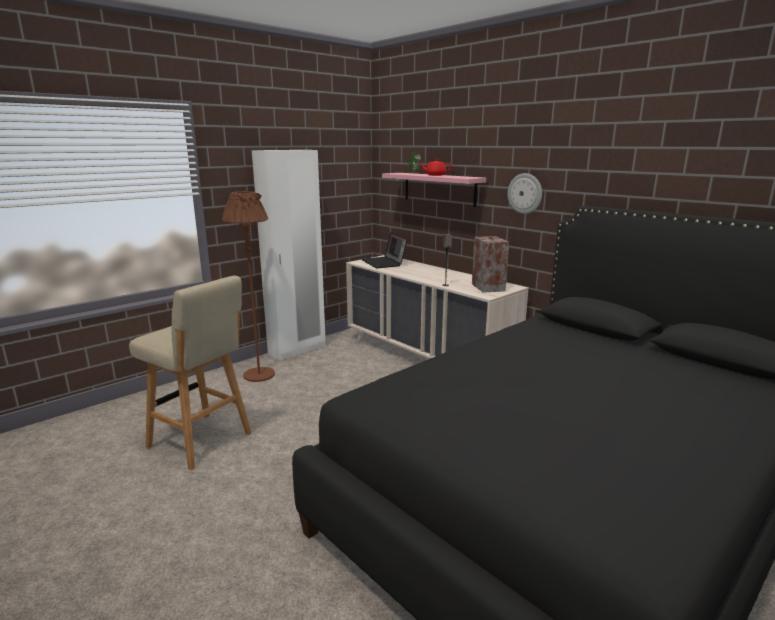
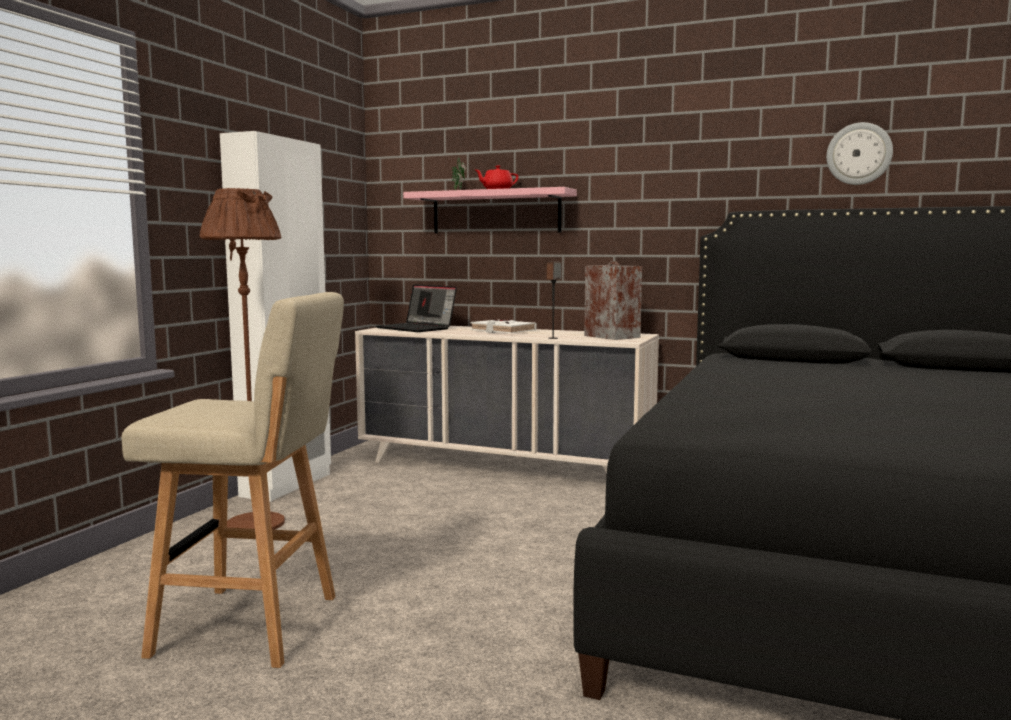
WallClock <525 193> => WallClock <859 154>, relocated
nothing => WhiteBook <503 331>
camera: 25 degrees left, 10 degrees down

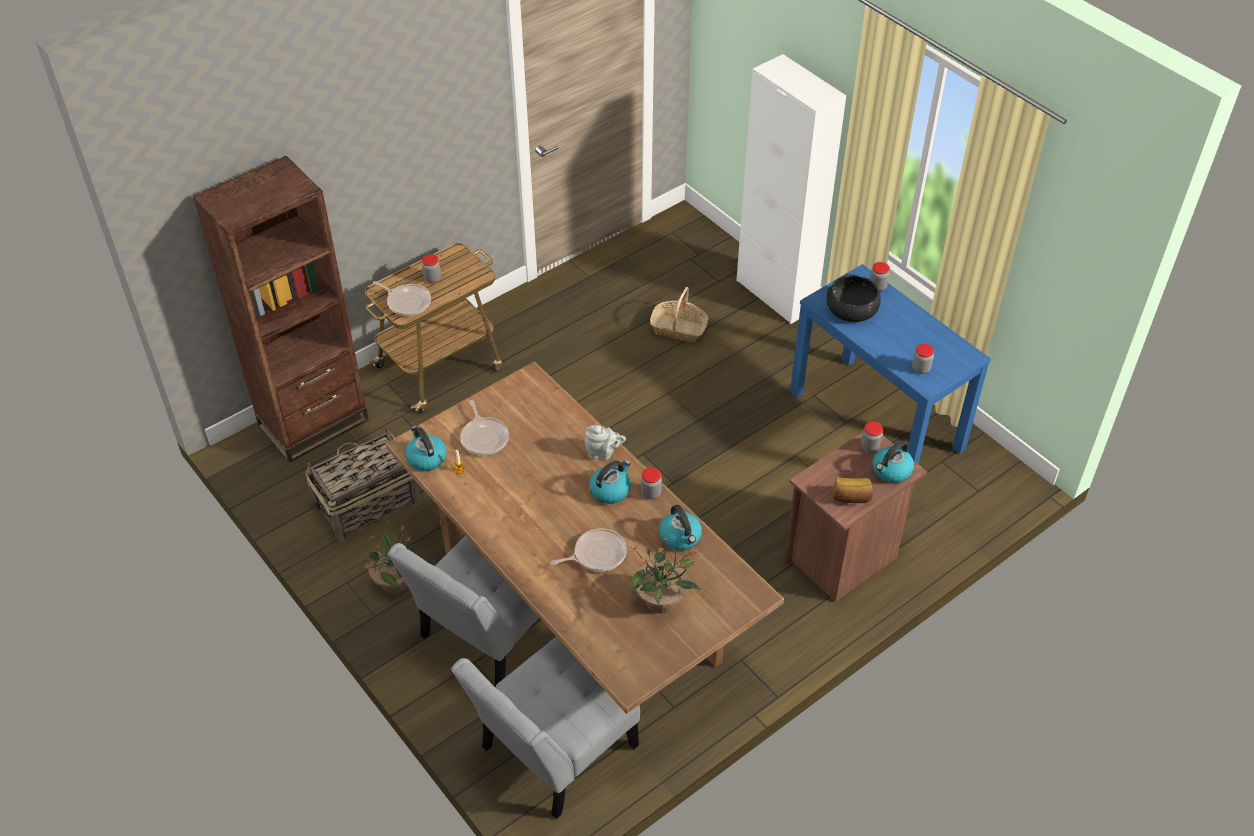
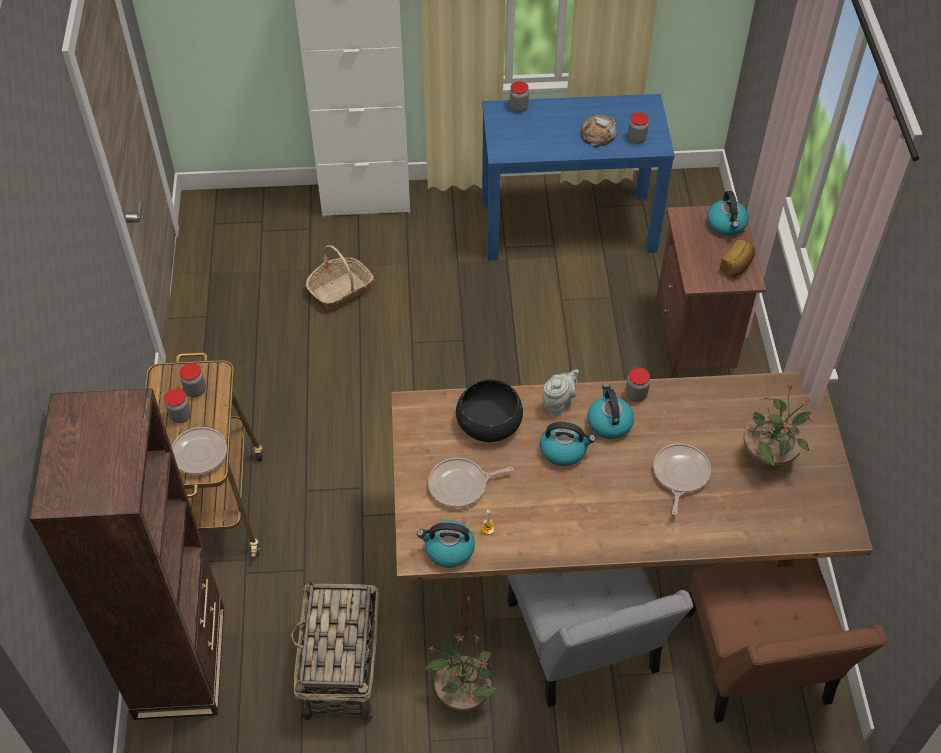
BlackBowl <851 309> => BlackBowl <489 421>, relocated
FryingPan <484 437> => FryingPan <461 485>, 150 degrees clockwise
Jar <870 447> => Jar <195 390>, relocated
Kettle <680 537> => Kettle <564 450>, relocated
GreyChair <552 752> => BrownChair <757 666>
nothing => Bread <598 134>
camera: 55 degrees left, 5 degrees up

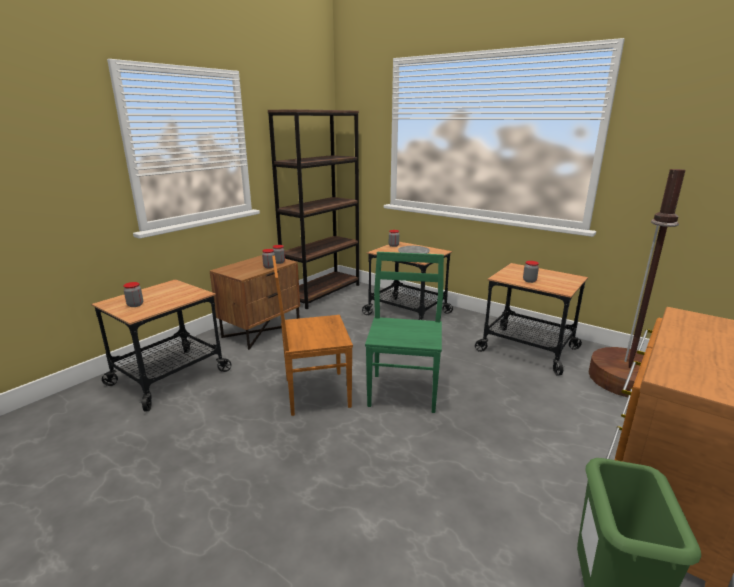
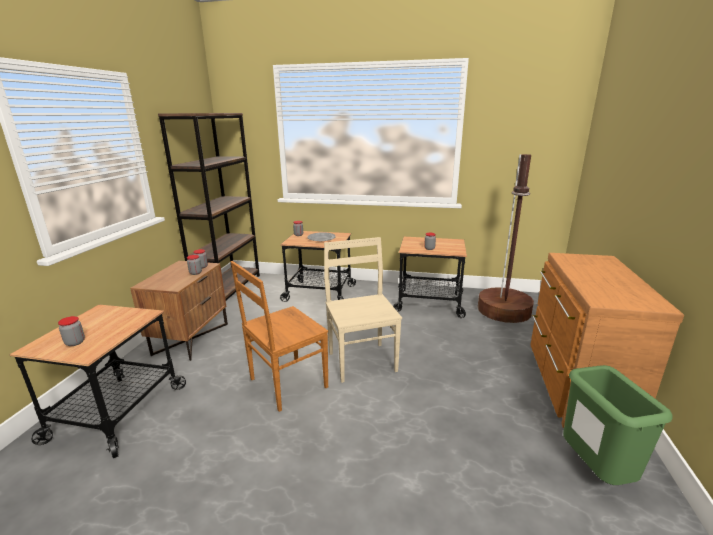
GreenChair <403 391> => BeigeChair <361 360>
camera: 25 degrees left, 0 degrees up

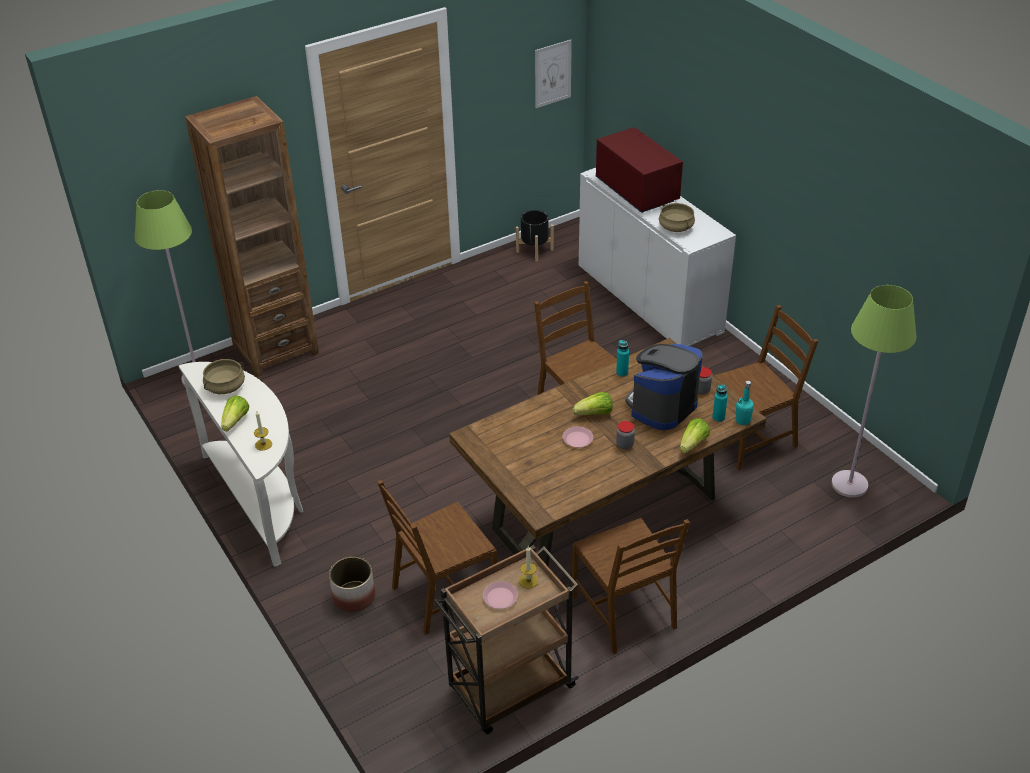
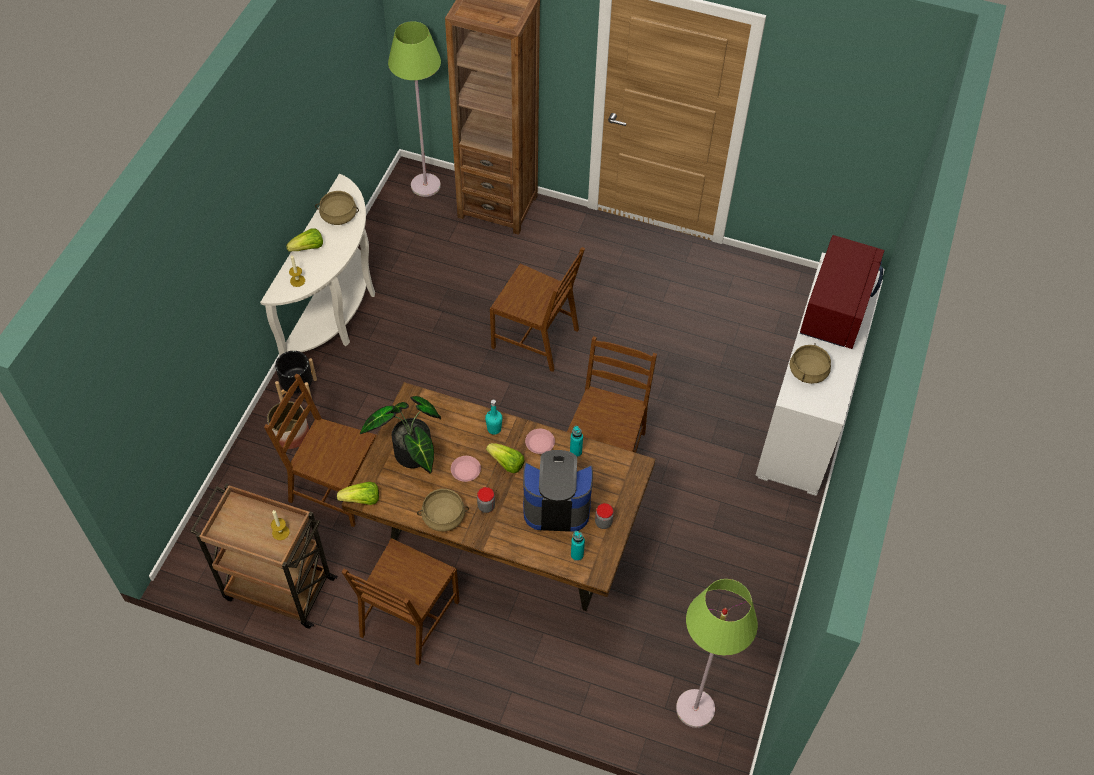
Picture <552 73> => nothing
BlackPlanter <534 250> => BlackPlanter <298 390>, relocated
BrownChair <750 438> => BrownChair <536 338>, relocated
TurquoiseBottle <742 421> => TurquoiseBottle <494 429>, relocated
Lettuce <693 444> => Lettuce <362 500>, relocated
PinkPlate <500 597> => PinkPlate <540 443>, relocated
nothing => PottedPlant <412 457>
nothing => BeigeCookingPot <443 517>
camera: 50 degrees right, 15 degrees up

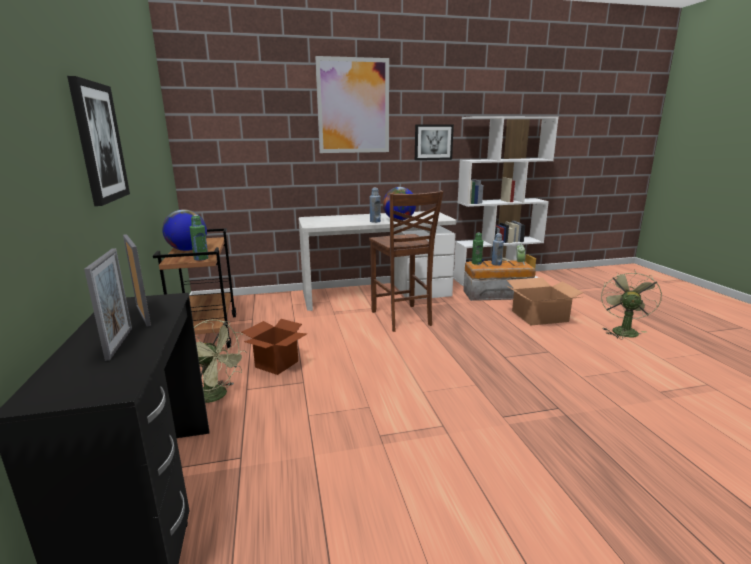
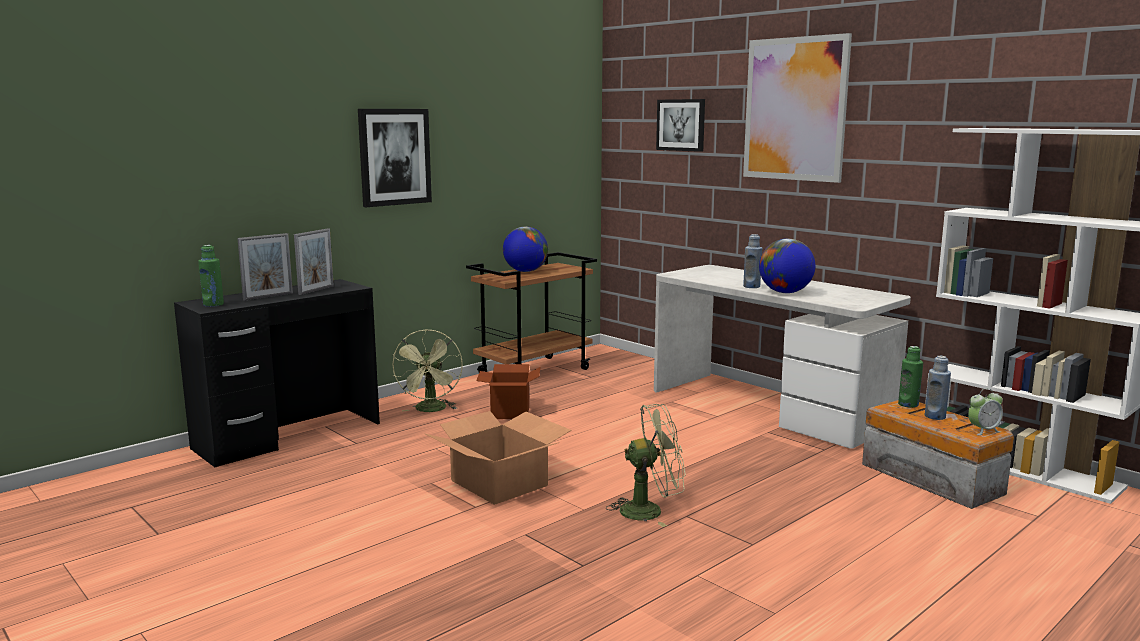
Picture <433 142> => Picture <681 125>, relocated
BrownChair <402 319> => nothing
GreenBottle <201 258> => GreenBottle <213 304>, relocated
GreenFan <623 330> => GreenFan <650 510>, relocated
CardboardBox <539 316> => CardboardBox <499 482>, relocated
camera: 60 degrees right, 5 degrees down

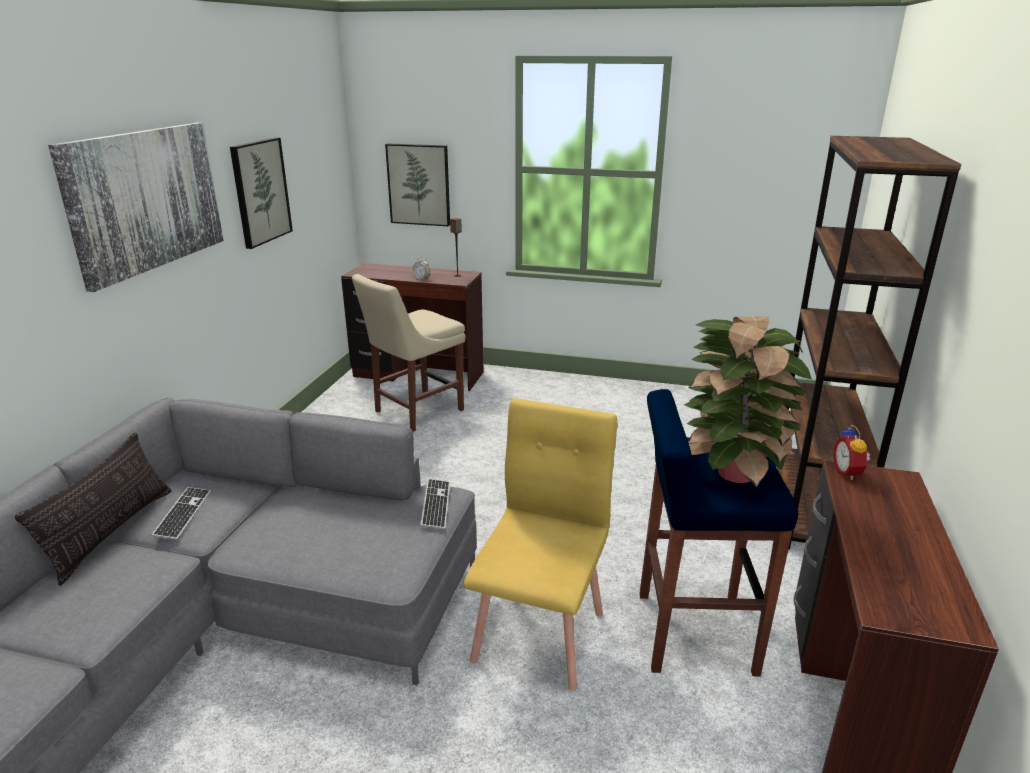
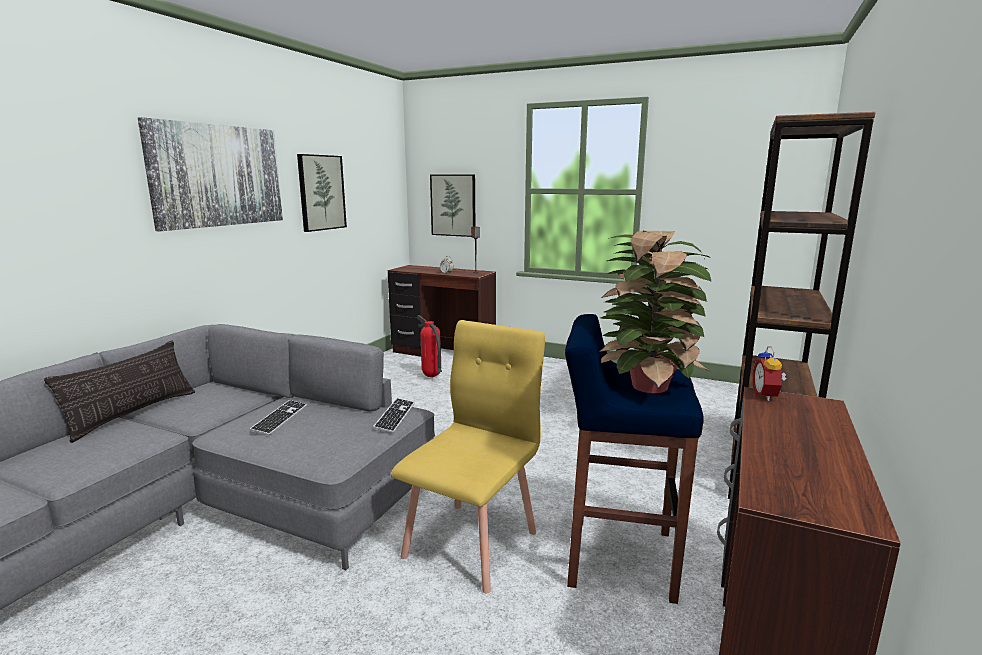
BeigeChair <415 412> => FireExtinguisher <431 376>
Keyboard <183 514> => Keyboard <280 418>, relocated
camera: 10 degrees right, 10 degrees down

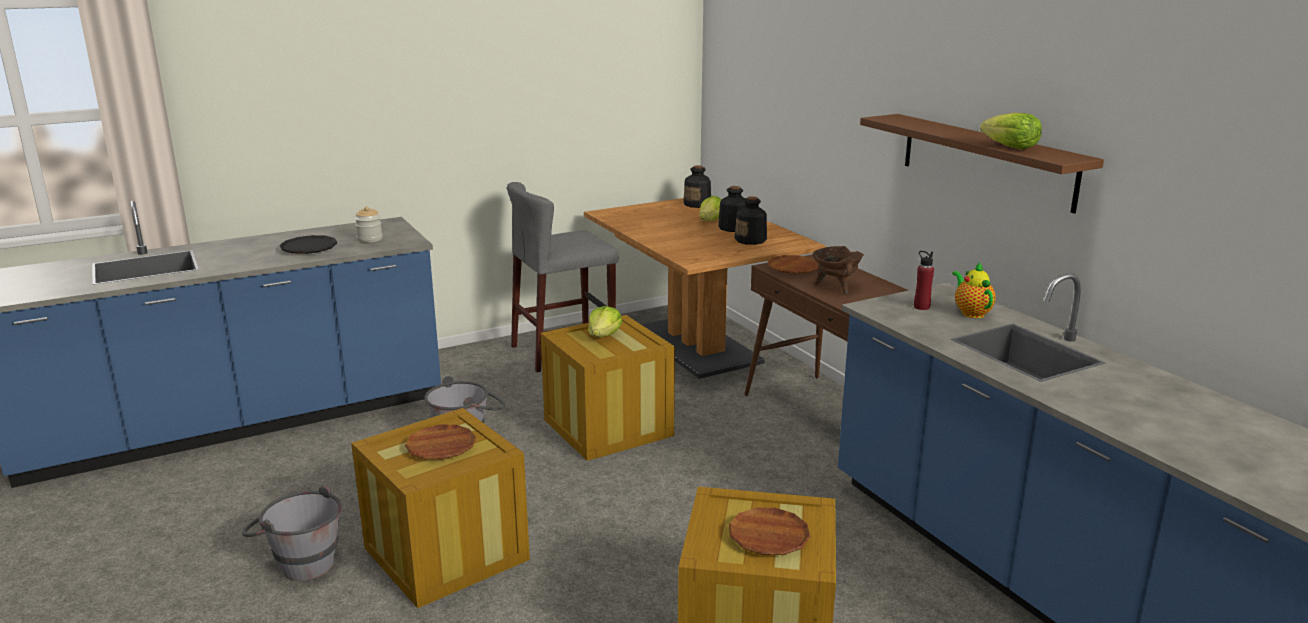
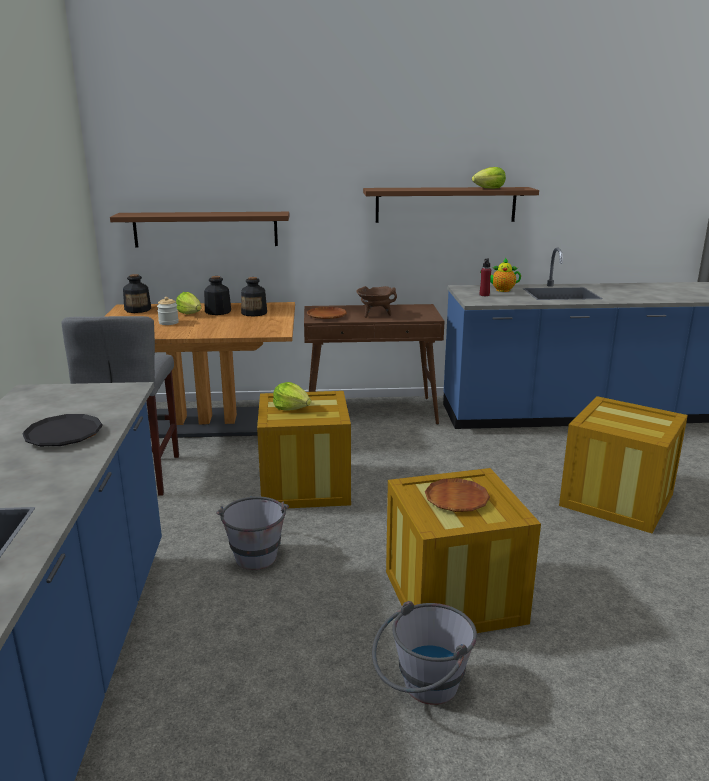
Jar <370 239> => Jar <168 322>, relocated
BrownPlate <768 537> => nothing
nothing => BrownShelf <205 229>
camera: 65 degrees left, 0 degrees up

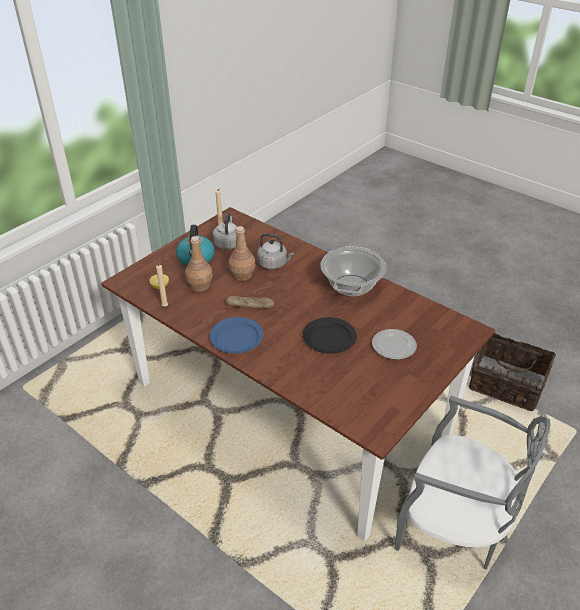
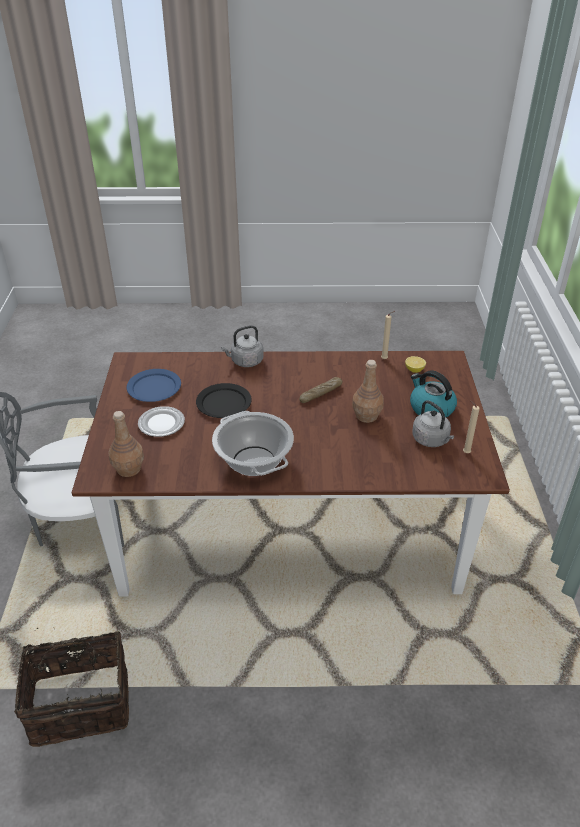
GreyKettle <274 264> => GreyKettle <245 361>, relocated
BrownBottle <200 286> => BrownBottle <128 468>, relocated
BluePlate <236 337> => BluePlate <154 387>, relocated
camera: 140 degrees right, 0 degrees up

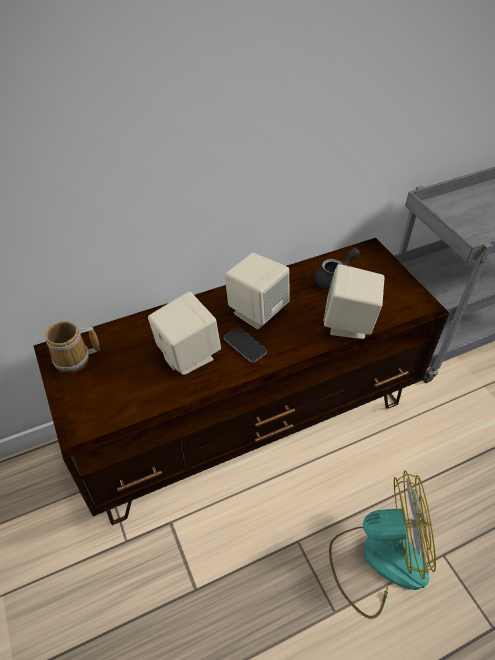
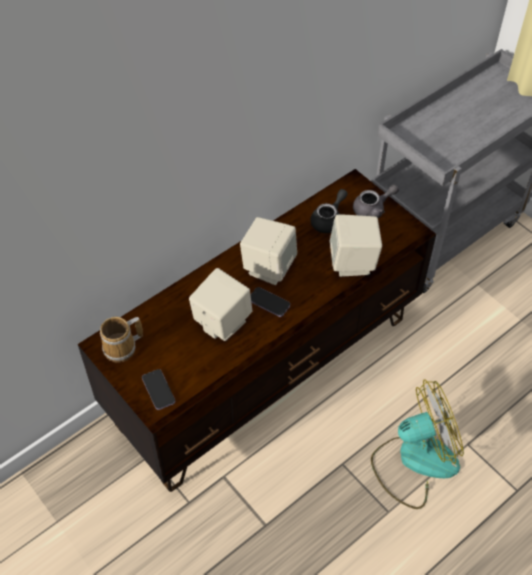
nothing => GreyTeapot <373 209>
nothing => Phone <158 390>
camera: 15 degrees left, 5 degrees up

